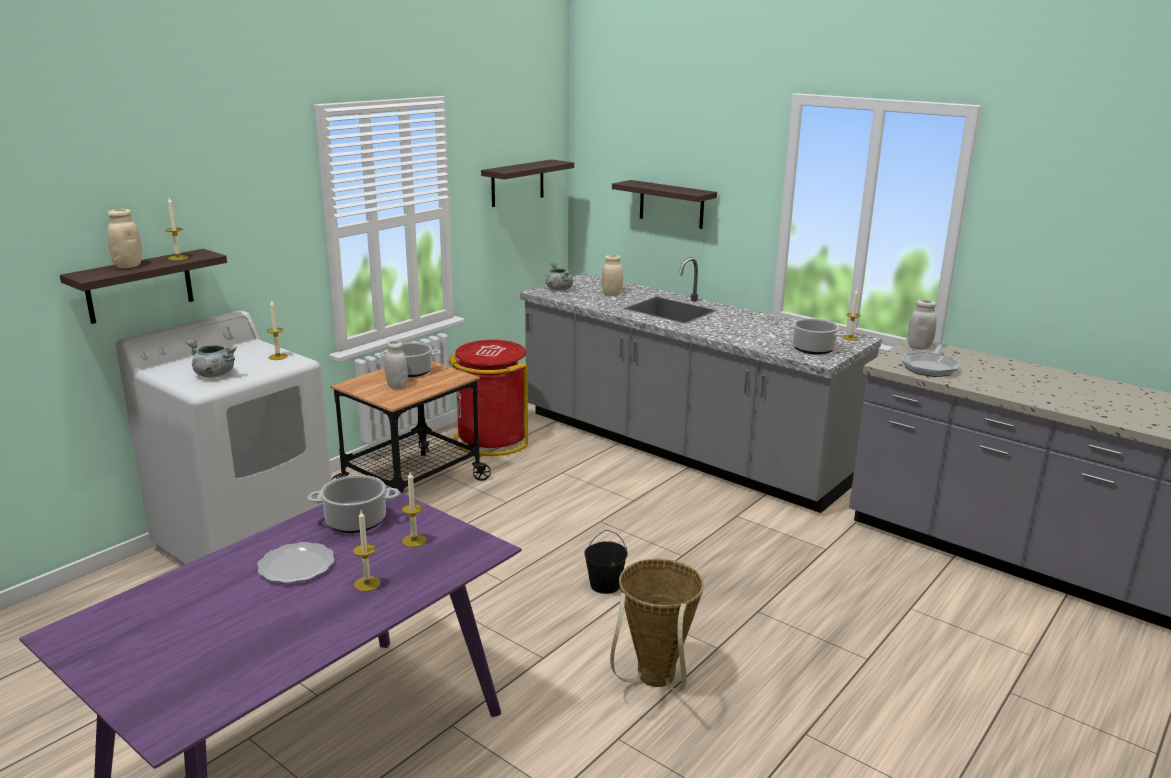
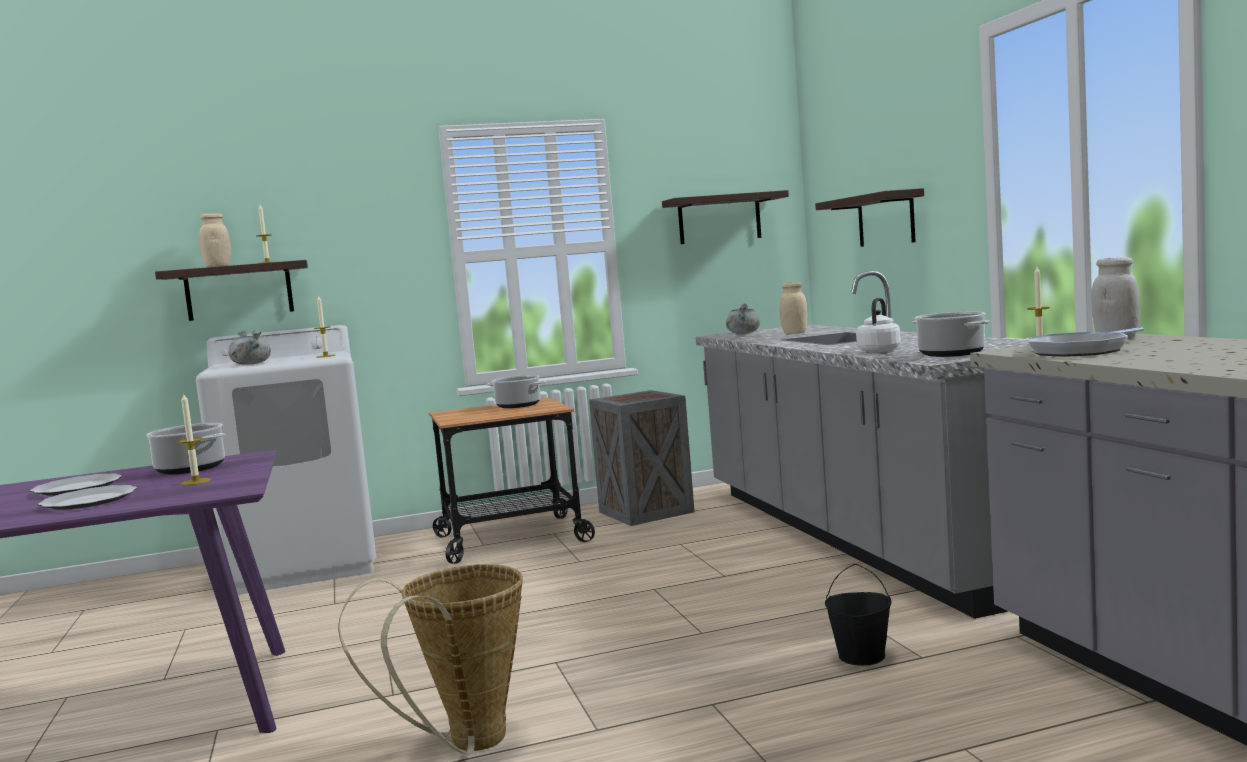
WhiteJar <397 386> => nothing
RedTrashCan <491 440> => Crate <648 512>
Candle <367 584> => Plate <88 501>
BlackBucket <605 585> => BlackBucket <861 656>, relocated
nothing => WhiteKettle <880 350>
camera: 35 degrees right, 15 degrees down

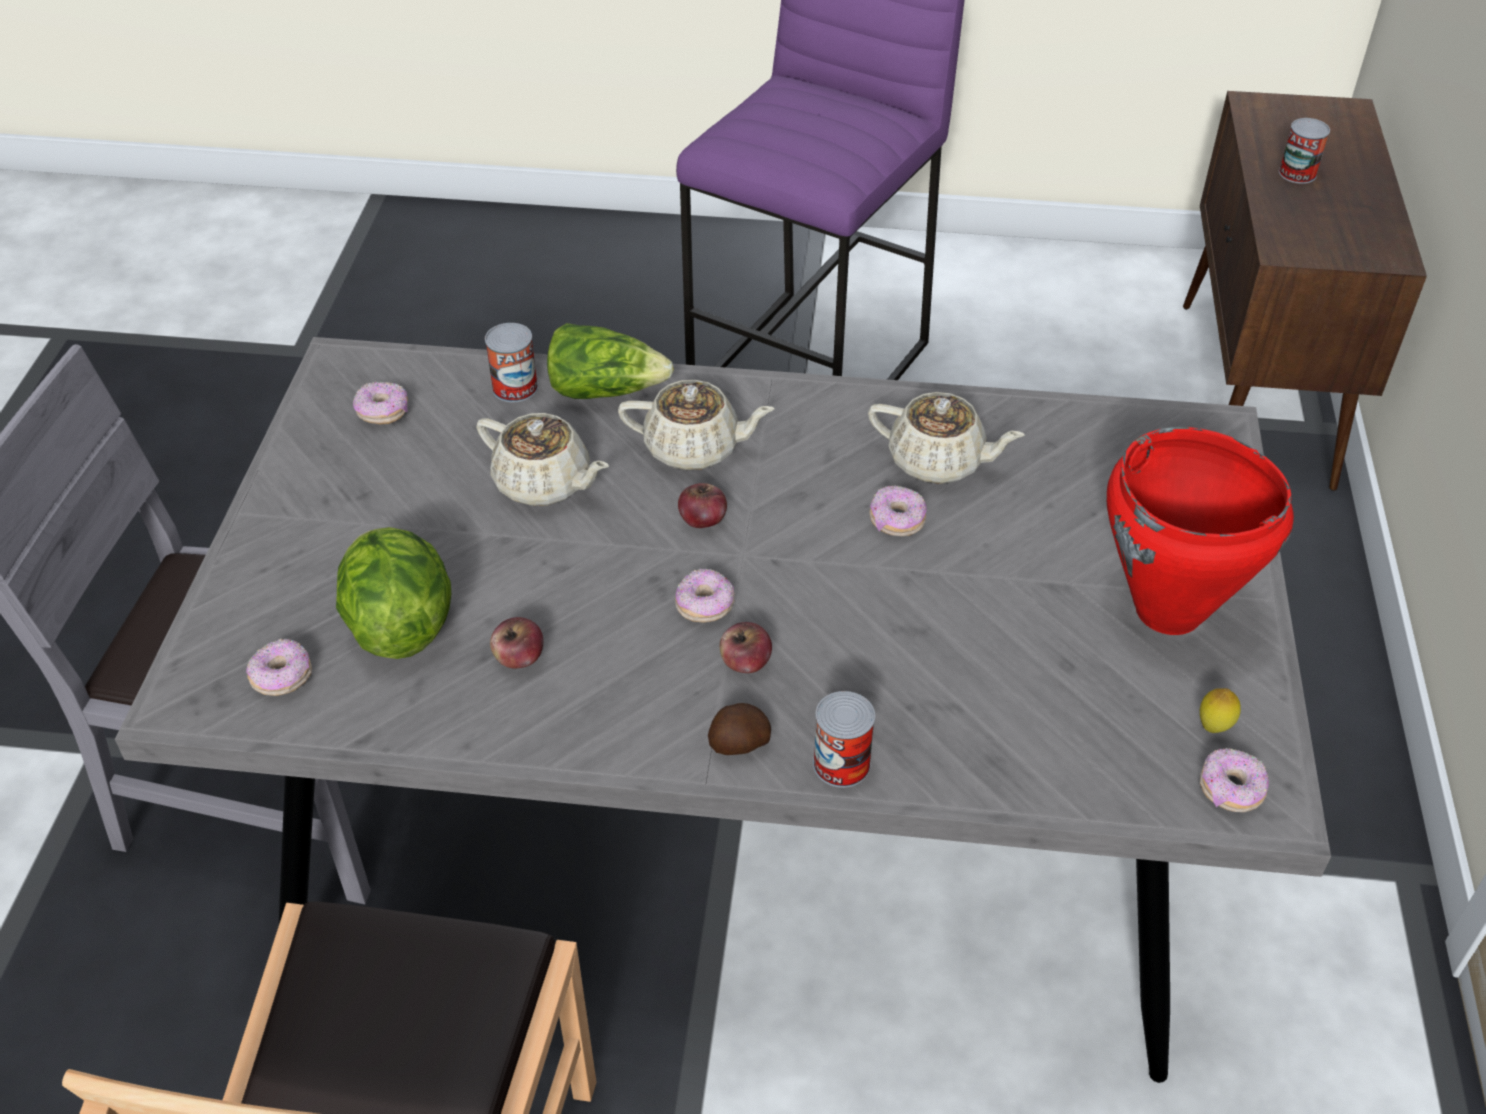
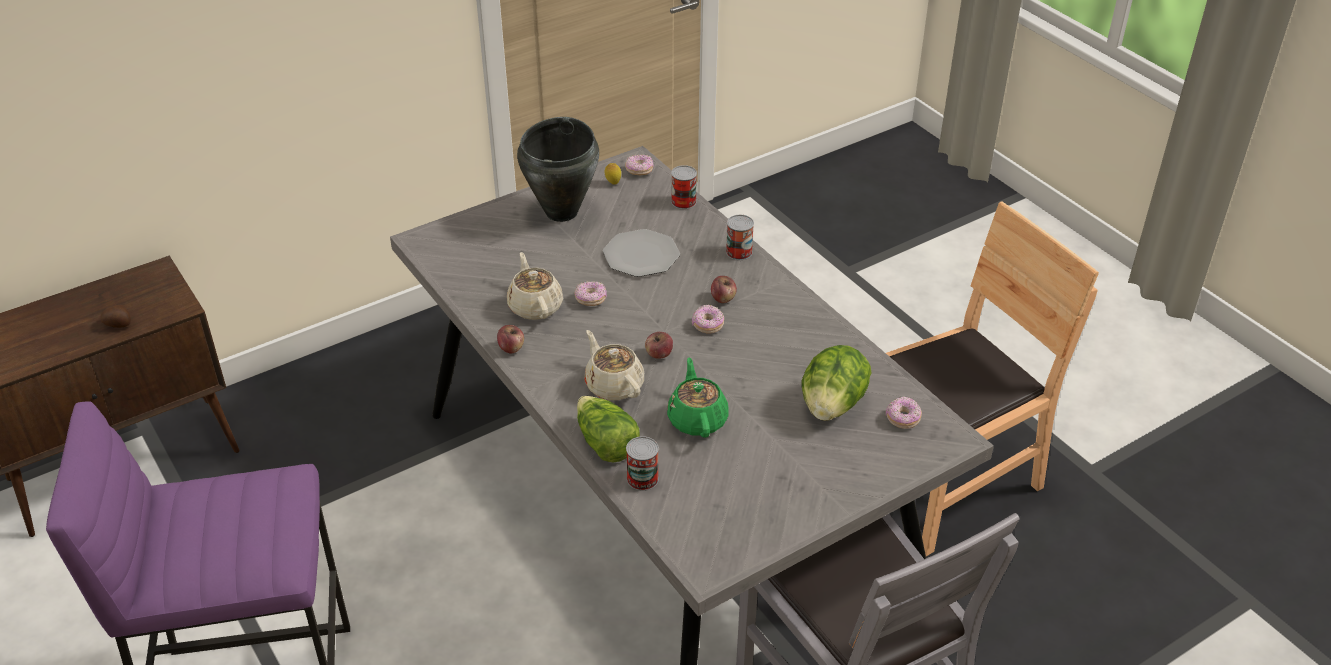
Can <1297 173> => Can <683 201>, relocated
Donut <383 413> => nothing
BeigeTeapot <544 483> => GreenTeapot <697 419>
RedCookingPot <1168 612> => BlackCookingPot <562 212>
Apple <519 658> => Apple <511 348>, relocated
Potato <738 744> => Potato <119 324>, relocated
nothing => Plate <641 255>
camera: 130 degrees left, 5 degrees down

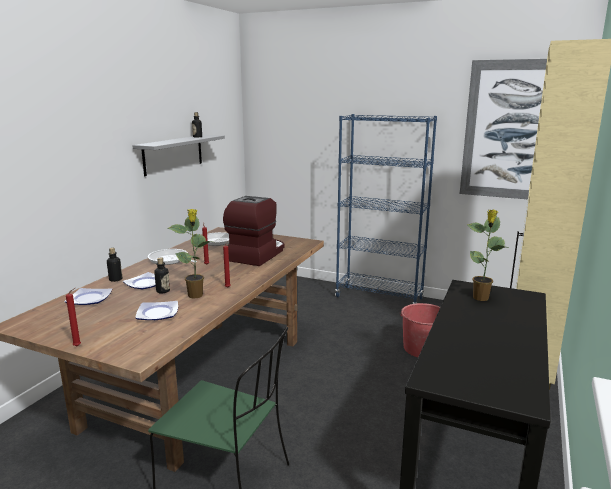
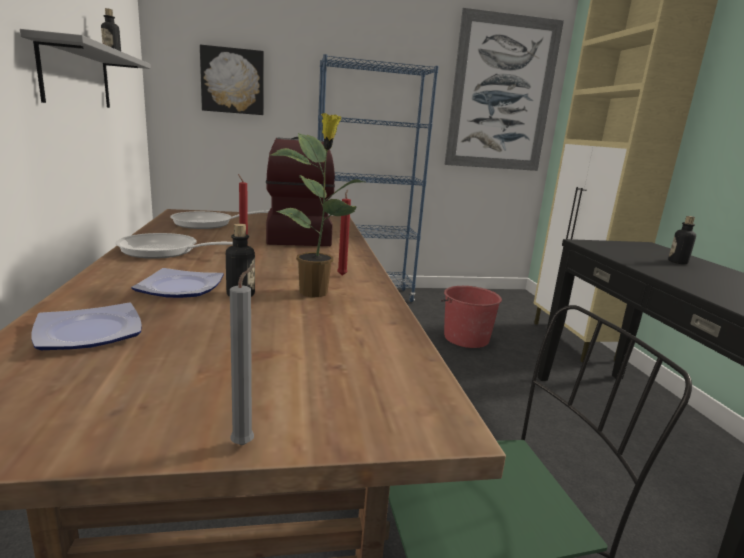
PottedPlant <481 298> => nothing
Bottle <115 279> => Bottle <677 262>, relocated
RedCandle <78 346> => GreyCandle <245 443>
Plate <157 313> => nothing
nothing => Picture <233 81>
camera: 35 degrees left, 0 degrees up

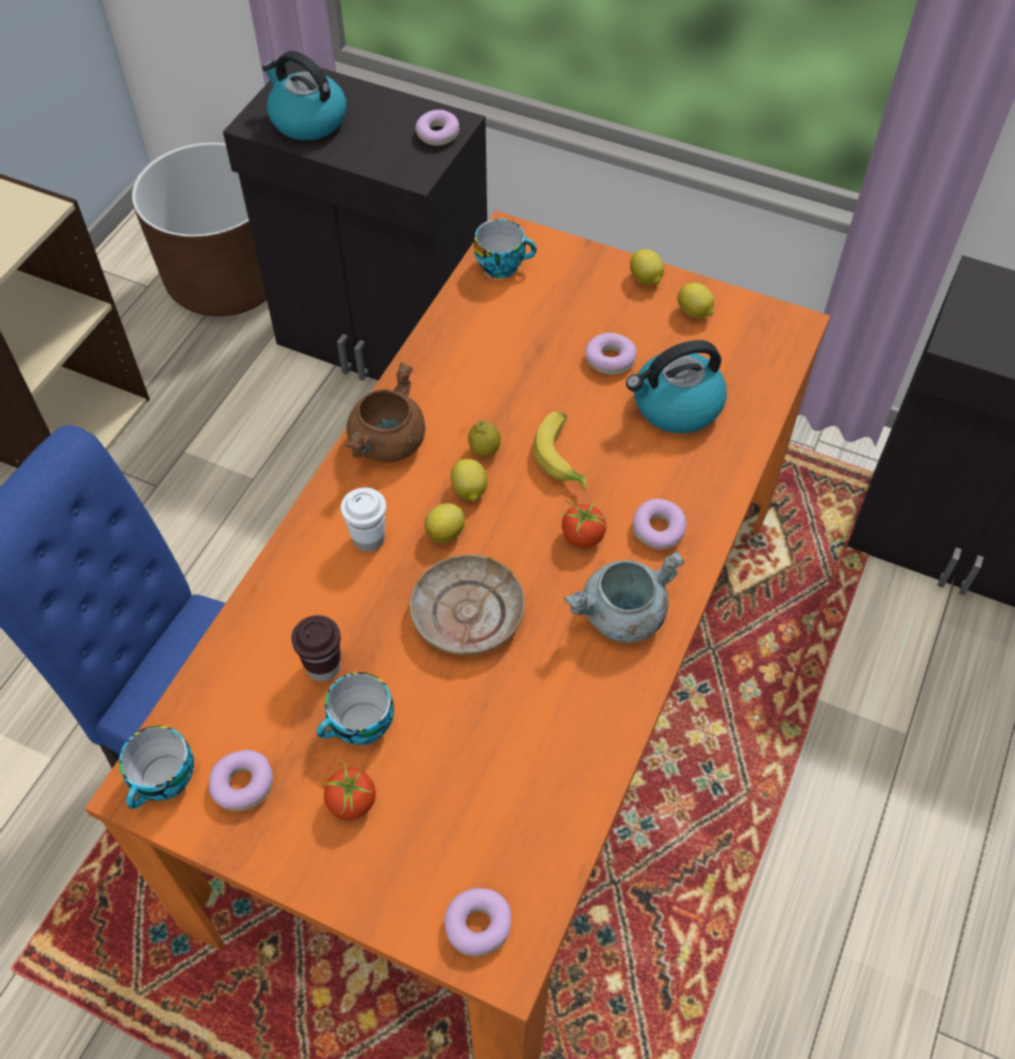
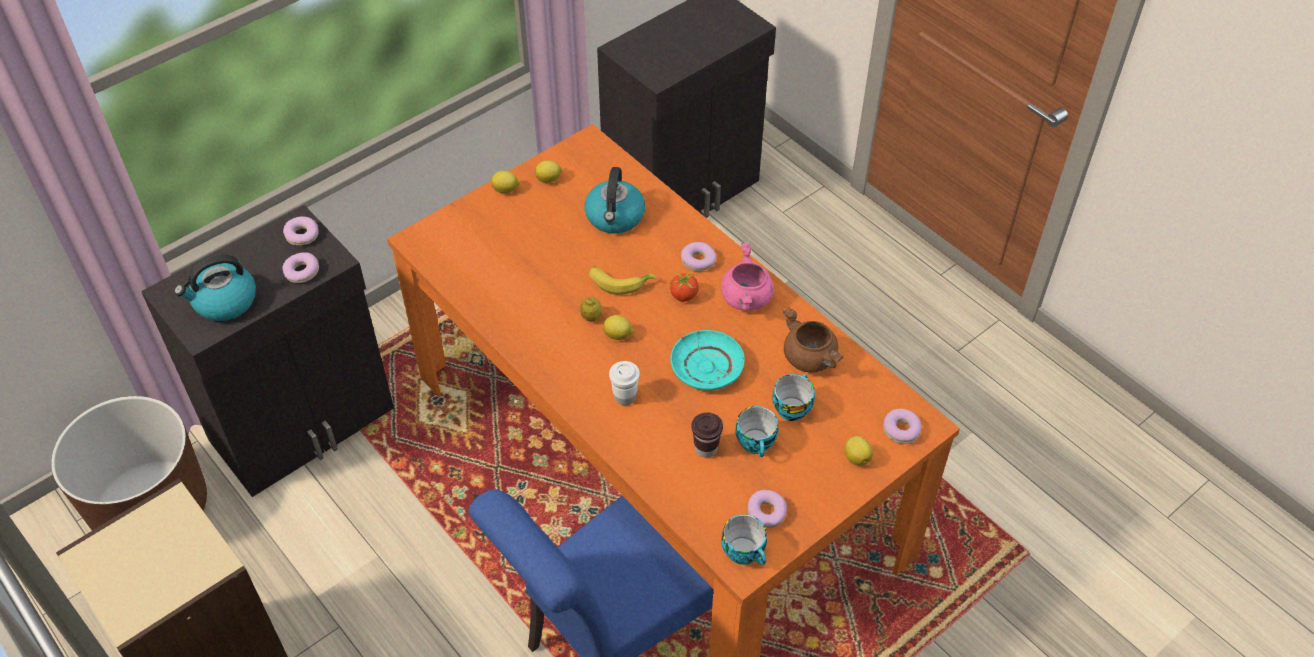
Cup <503 265> => Cup <791 407>, relocated
Donut <610 359> => Donut <302 272>, relocated
BrownCookingPot <388 444> => BrownCookingPot <811 358>, relocated
Lemon <446 533> => Lemon <856 457>, relocated
GreyCookingPot <622 617> => PinkCookingPot <747 299>
BeigePlate <467 614> => TurquoisePlate <707 368>
Tomato <351 802> => nothing
camera: 65 degrees left, 5 degrees down

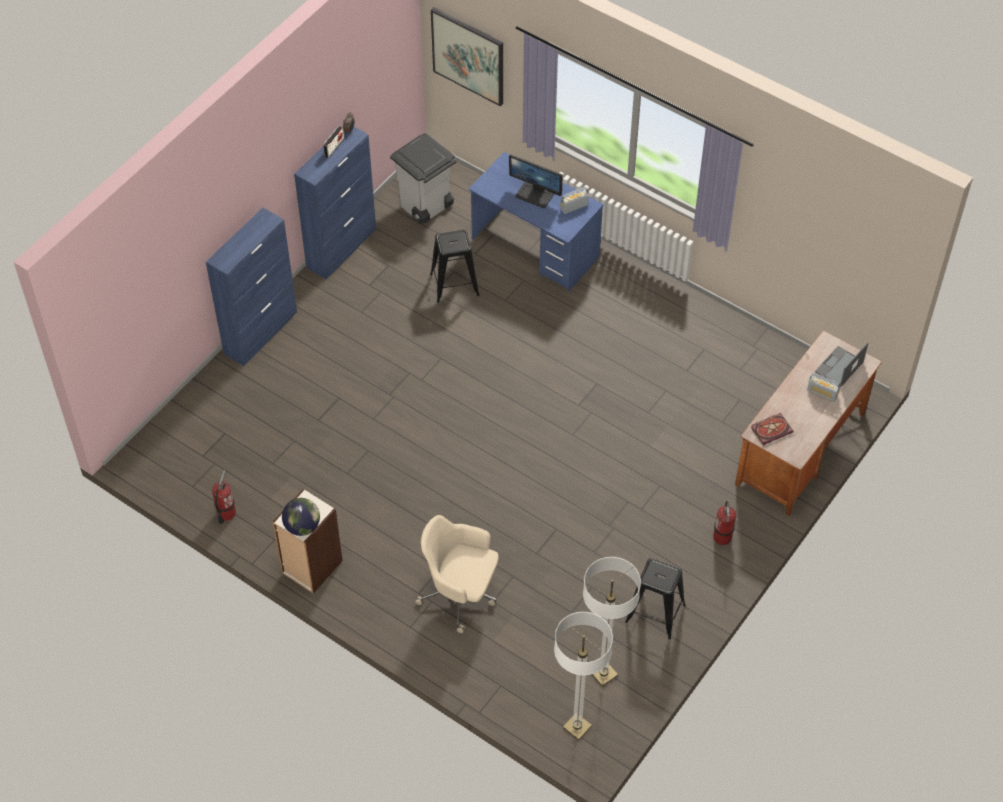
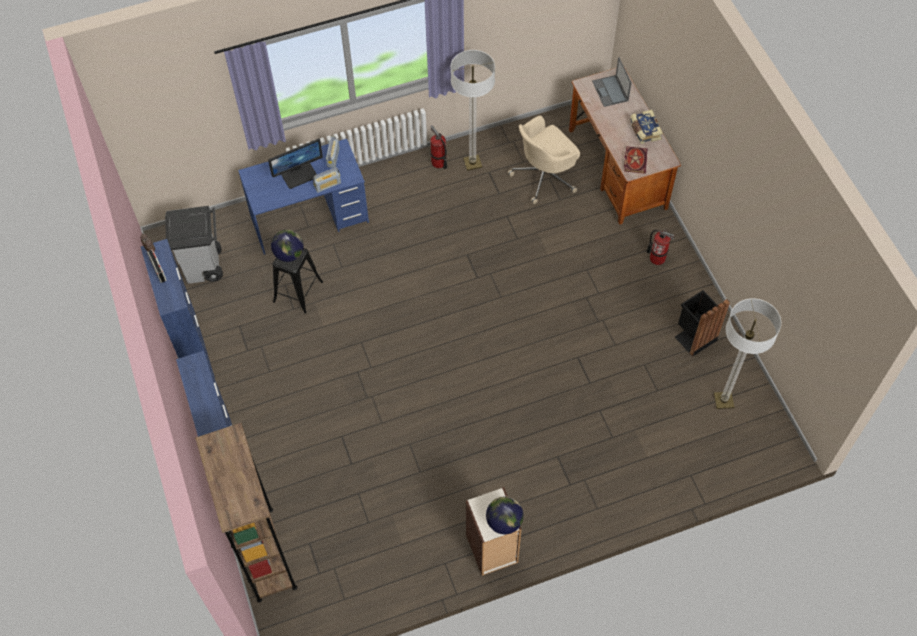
Picture <468 55> => nothing
Radio <822 393> => Radio <327 185>, relocated
FireExtinguisher <226 513> => FireExtinguisher <438 162>, relocated
BeigeOfficeChair <460 593> => BeigeOfficeChair <544 176>, relocated
BlackStool <655 613> => BlackTrashCan <694 337>
FloorLamp <577 727> => FloorLamp <472 163>, relocated
nothing => Book <644 131>
nothing => Globe <289 254>
nothing => BrownBookcase <265 554>
camera: 55 degrees left, 5 degrees up

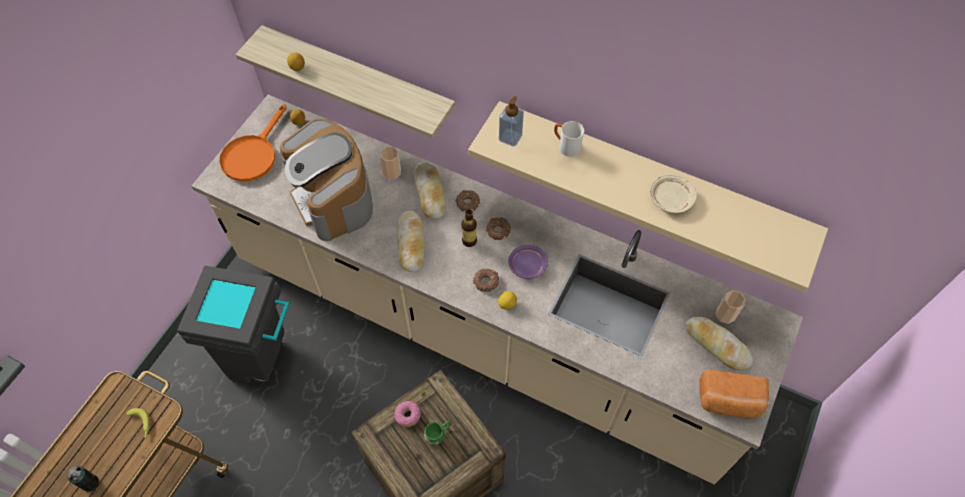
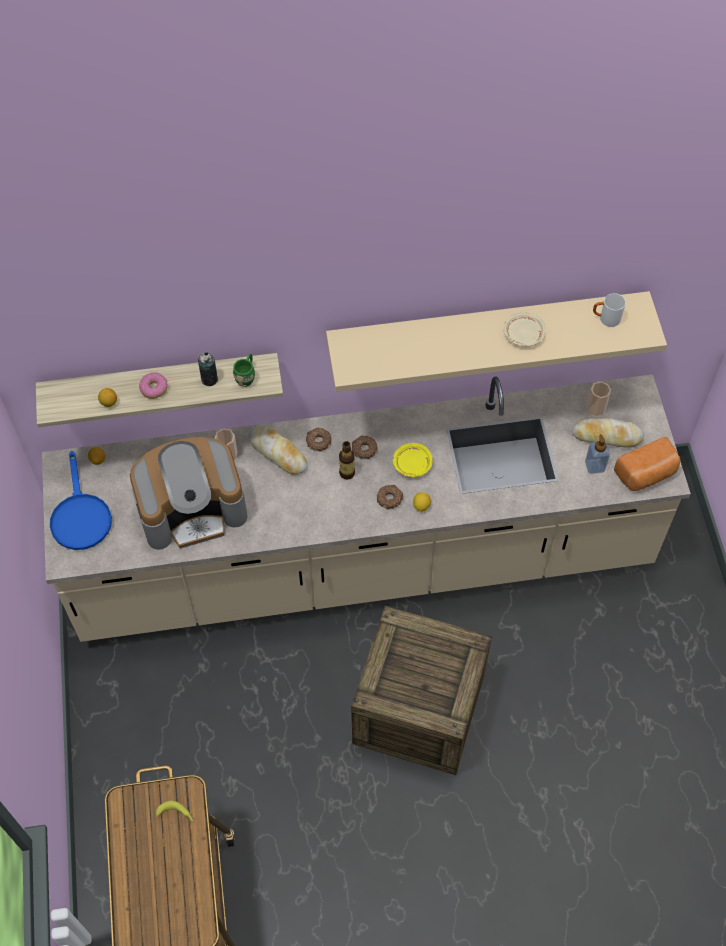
SoapDispenser <510 137> => SoapDispenser <594 466>, relocated
OrangeFryingPan <253 154> => BlueFryingPan <80 516>
CoffeeMachine <332 197> => CoffeeMachine <192 509>, 45 degrees counterclockwise
WhiteMug <566 146> => WhiteMug <605 319>, relocated
Bread <411 244> => nothing
PurplePlate <527 265> => YellowPlate <412 464>
GreyTrashCan <264 360> => nothing
Donut <408 415> => Donut <154 388>, relocated
GreenMug <438 435> => GreenMug <246 376>, relocated
Can <90 483> => Can <209 379>, relocated
camera: 35 degrees left, 0 degrees up

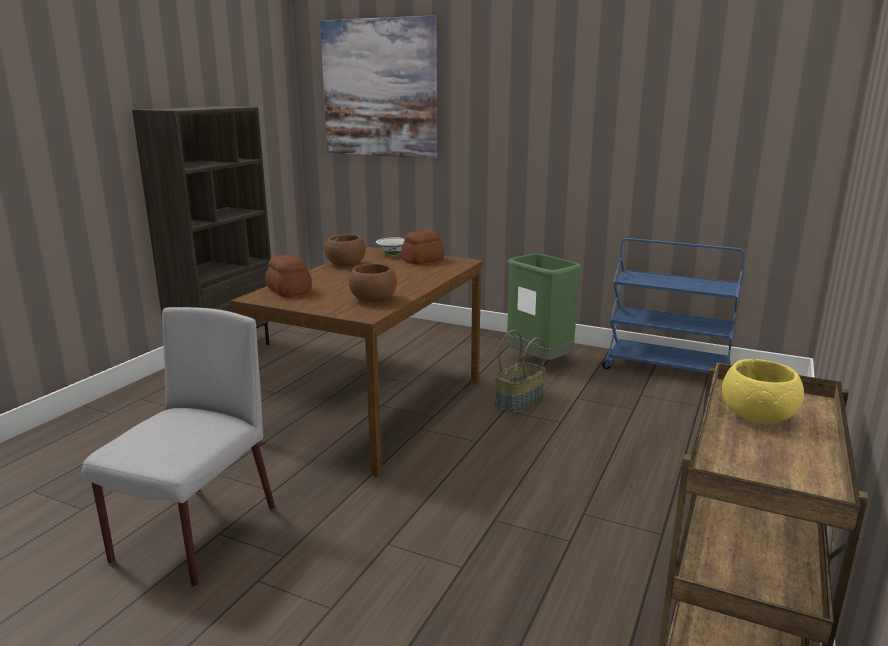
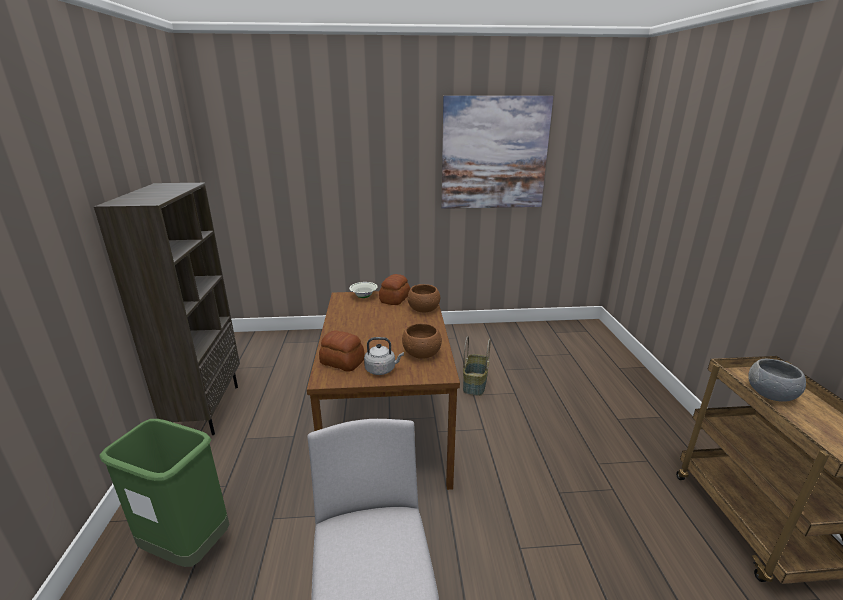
Picture <379 88> => Picture <494 154>, relocated
BrownBowl <346 264> => BrownBowl <424 309>, relocated
BlueCart <666 370> => nothing
GreenTrashCan <539 362> => GreenTrashCan <188 547>, relocated
YellowBowl <758 416> => GreyBowl <770 394>
nothing => GreyKettle <382 369>
camera: 30 degrees left, 5 degrees up

